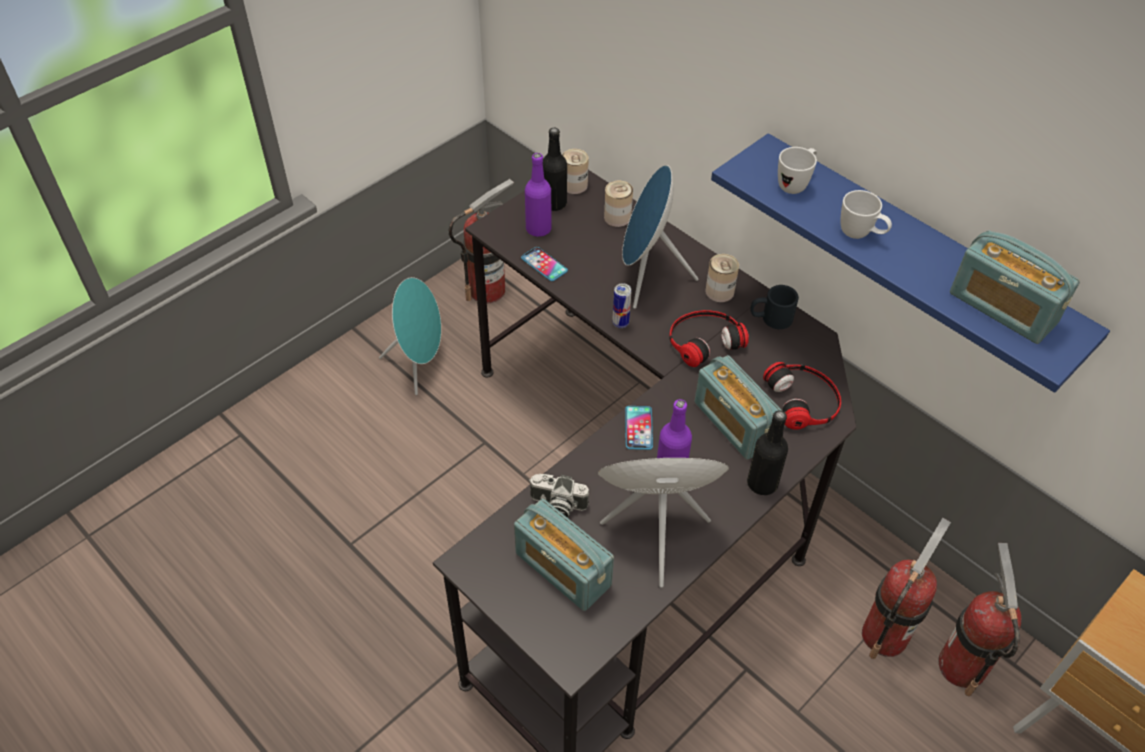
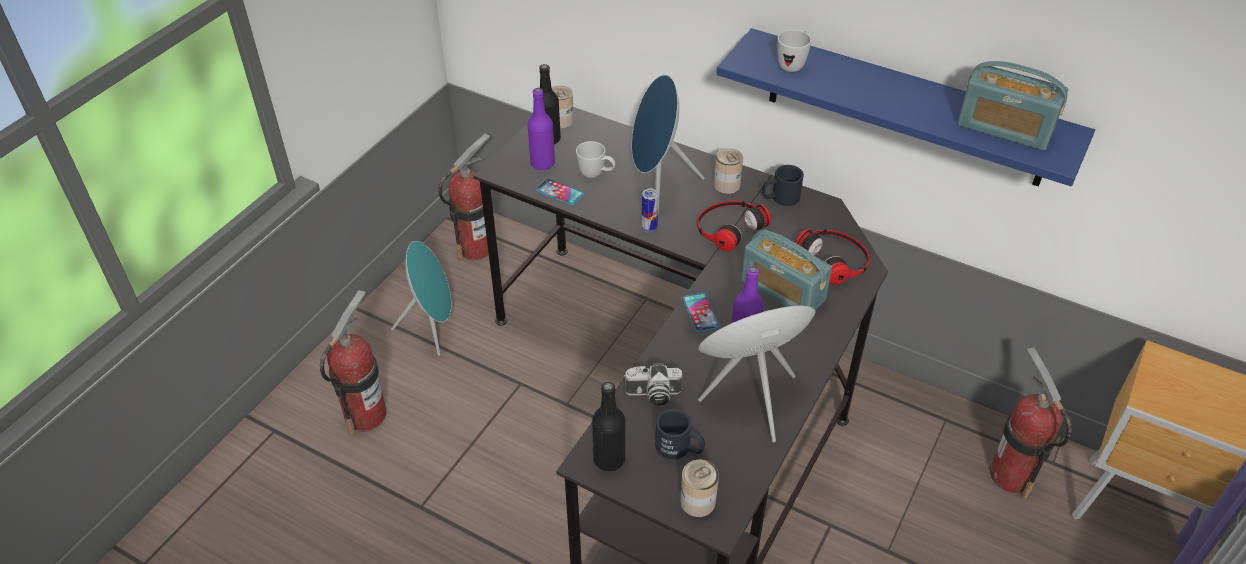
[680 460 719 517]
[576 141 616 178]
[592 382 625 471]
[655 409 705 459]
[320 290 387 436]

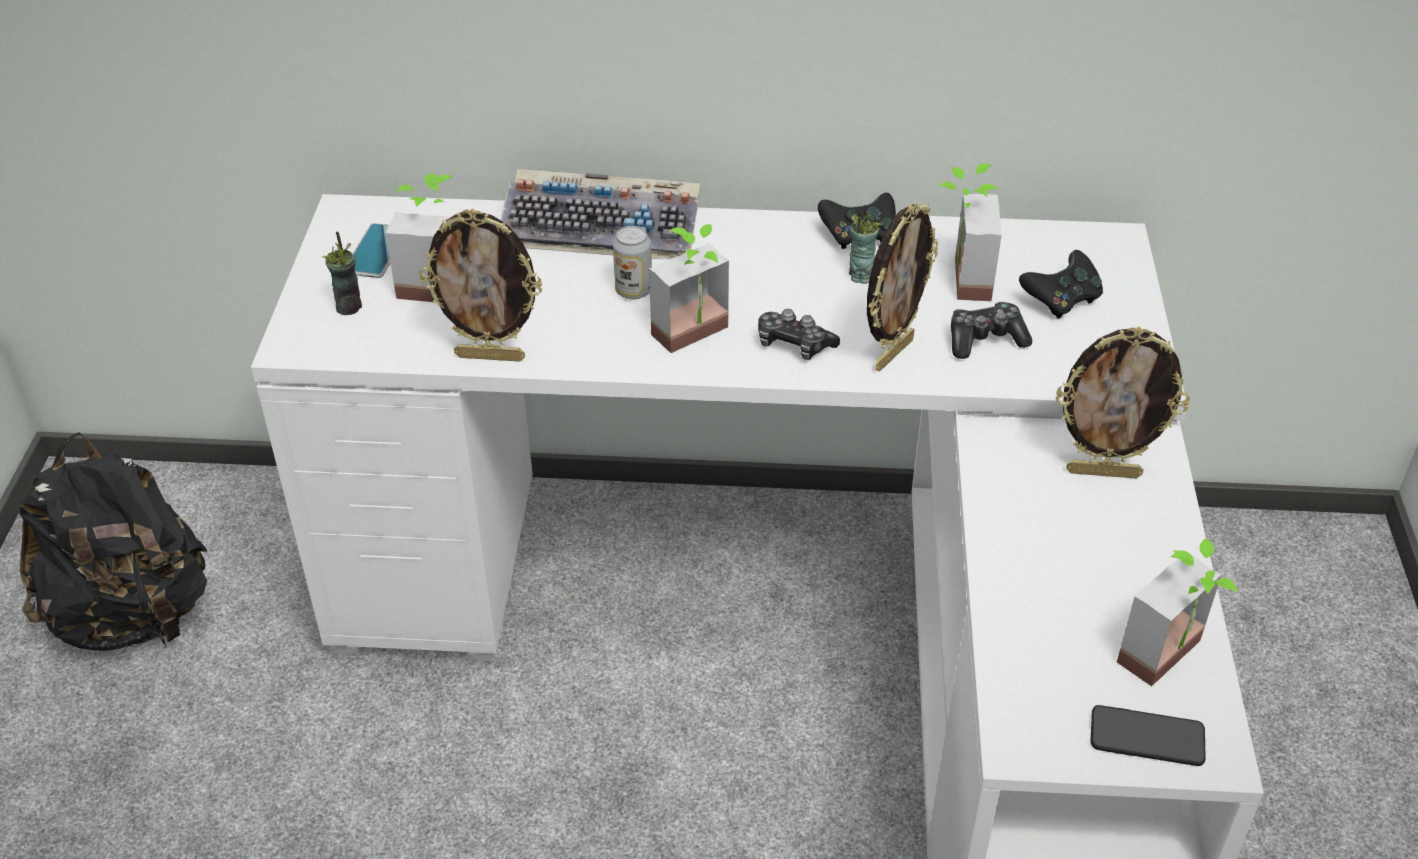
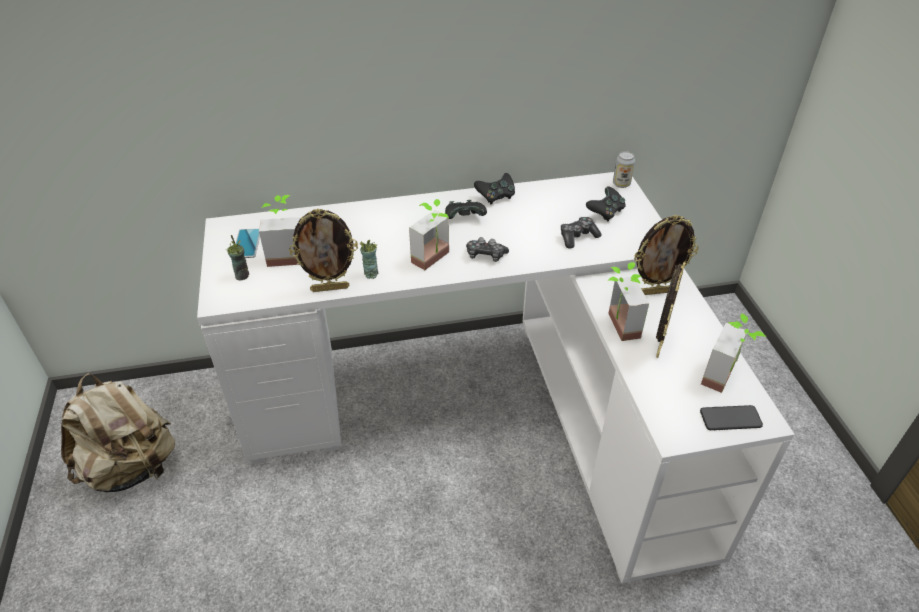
[608 262 649 341]
[501 169 700 260] (first image)
[656 262 686 358]
[360 239 379 279]
[613 151 635 188]
[61 373 175 492]
[445 200 487 219]

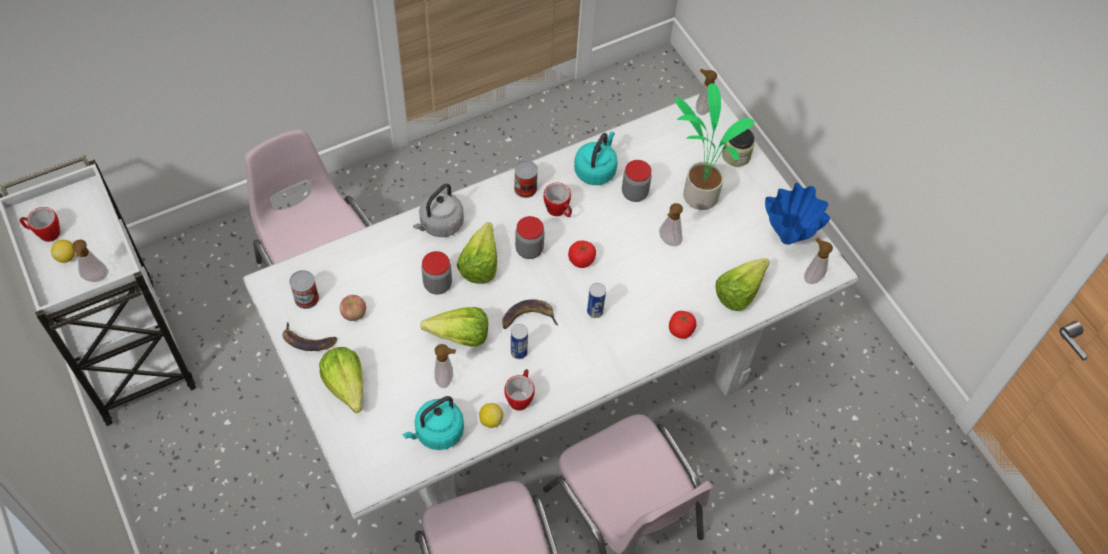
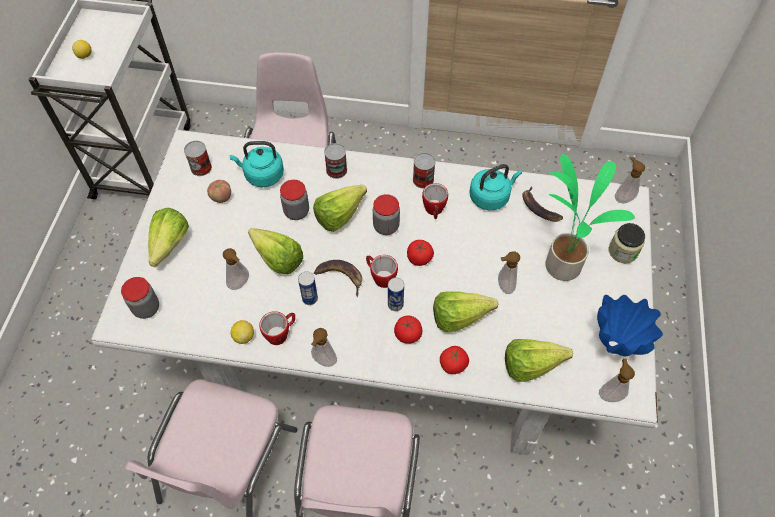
[121 277 159 319]
[324 143 347 179]
[366 255 398 288]
[311 328 337 367]
[522 187 563 222]
[230 141 284 187]
[433 292 498 332]
[394 316 422 344]

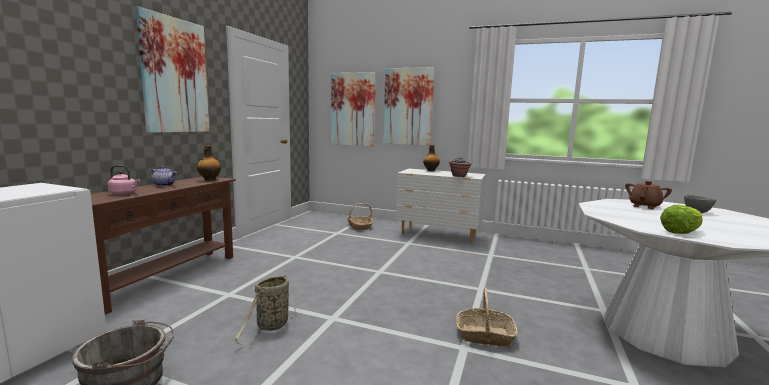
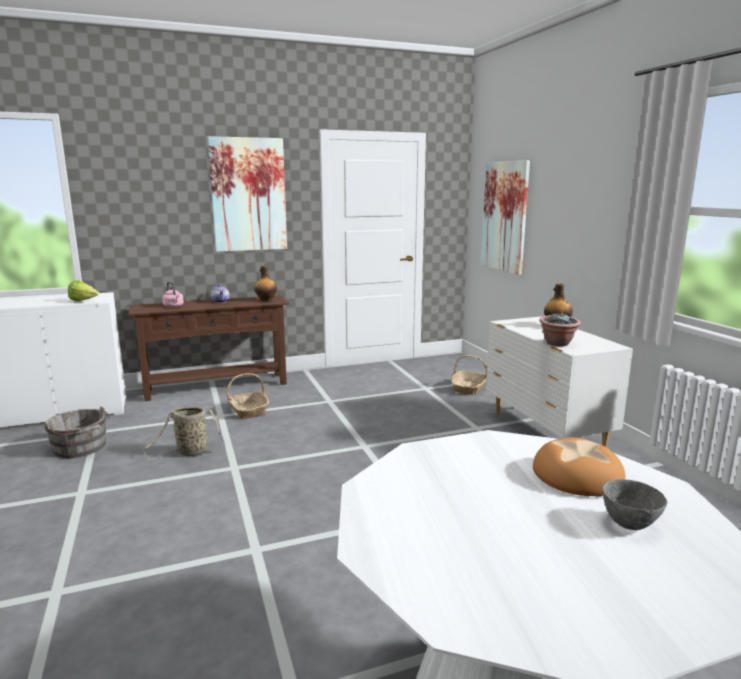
[383 67 435 146] (first image)
[533 438 626 496]
[68 280 99 301]
[227 373 269 419]

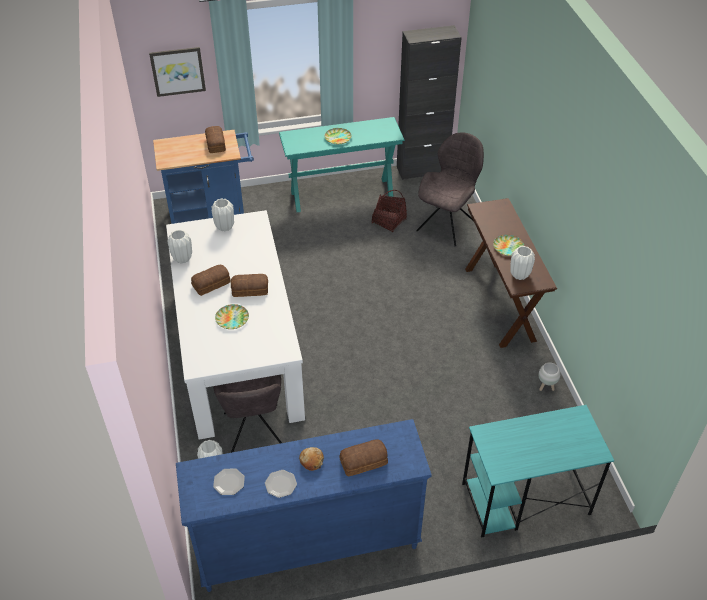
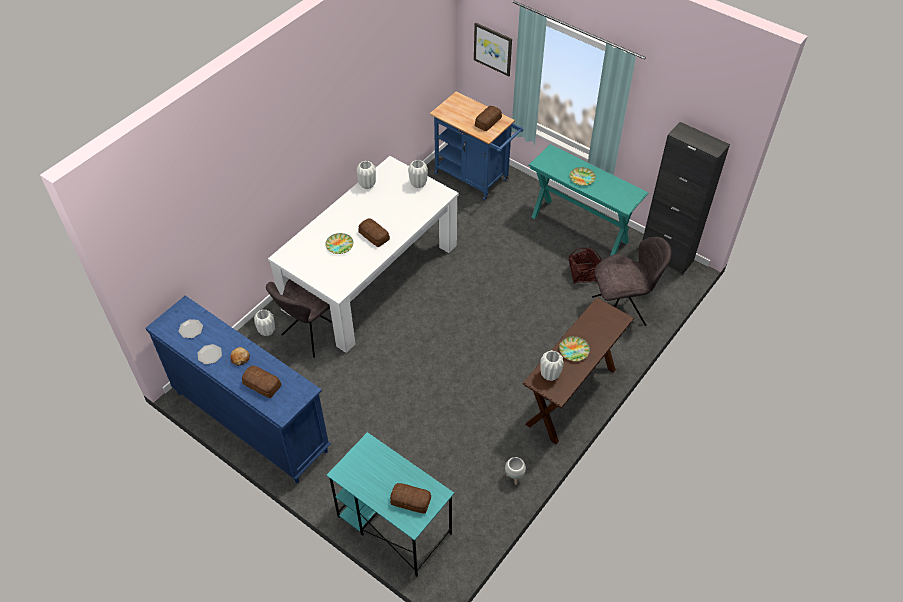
[390 483 431 514]

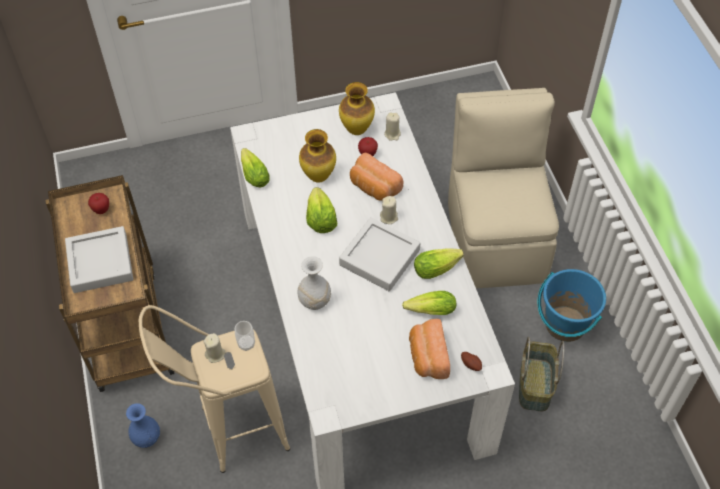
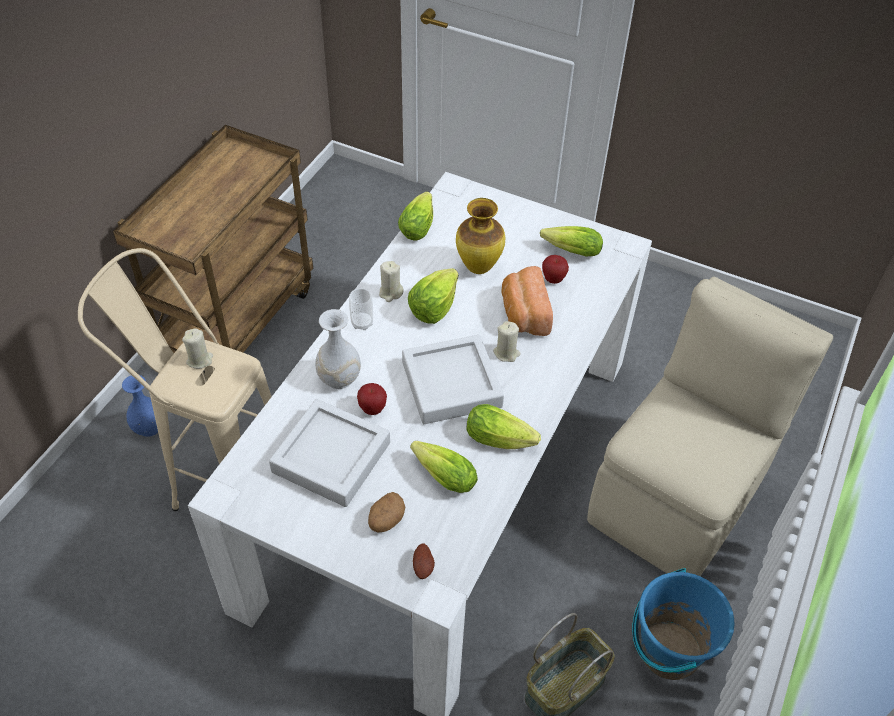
[540 226 603 256]
[379 261 404 302]
[357 383 387 415]
[269 399 390 507]
[368 492 405 533]
[349 288 373 330]

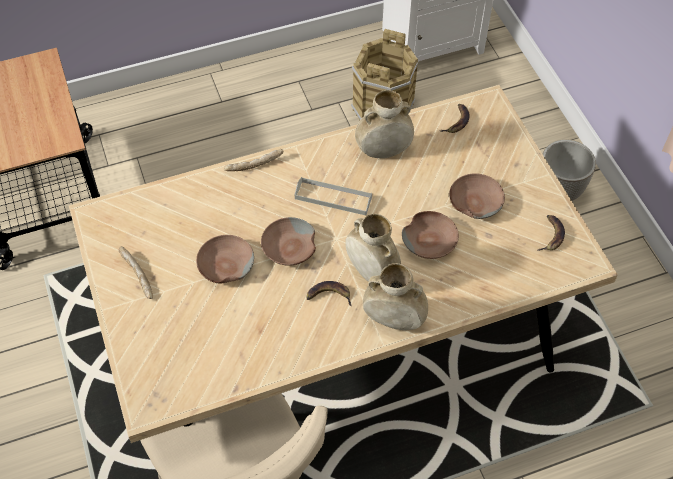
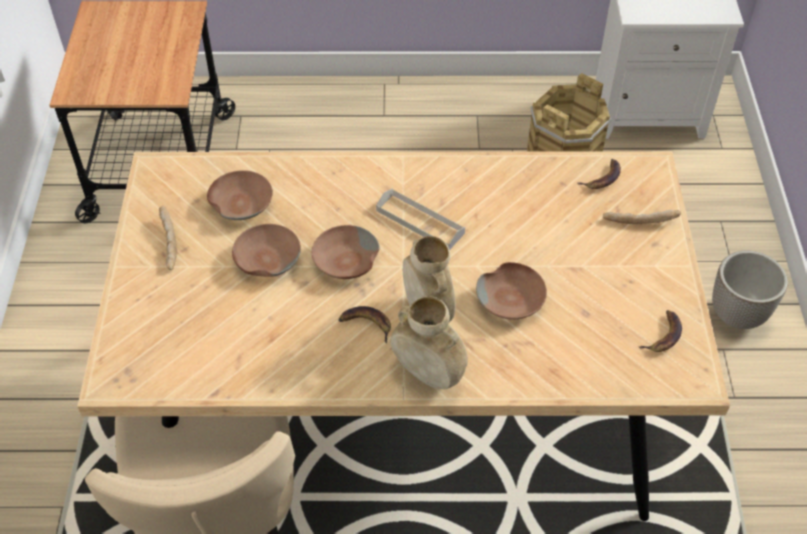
[355 90 414 158] (first image)
[603 210 681 224]
[207 170 273 220]

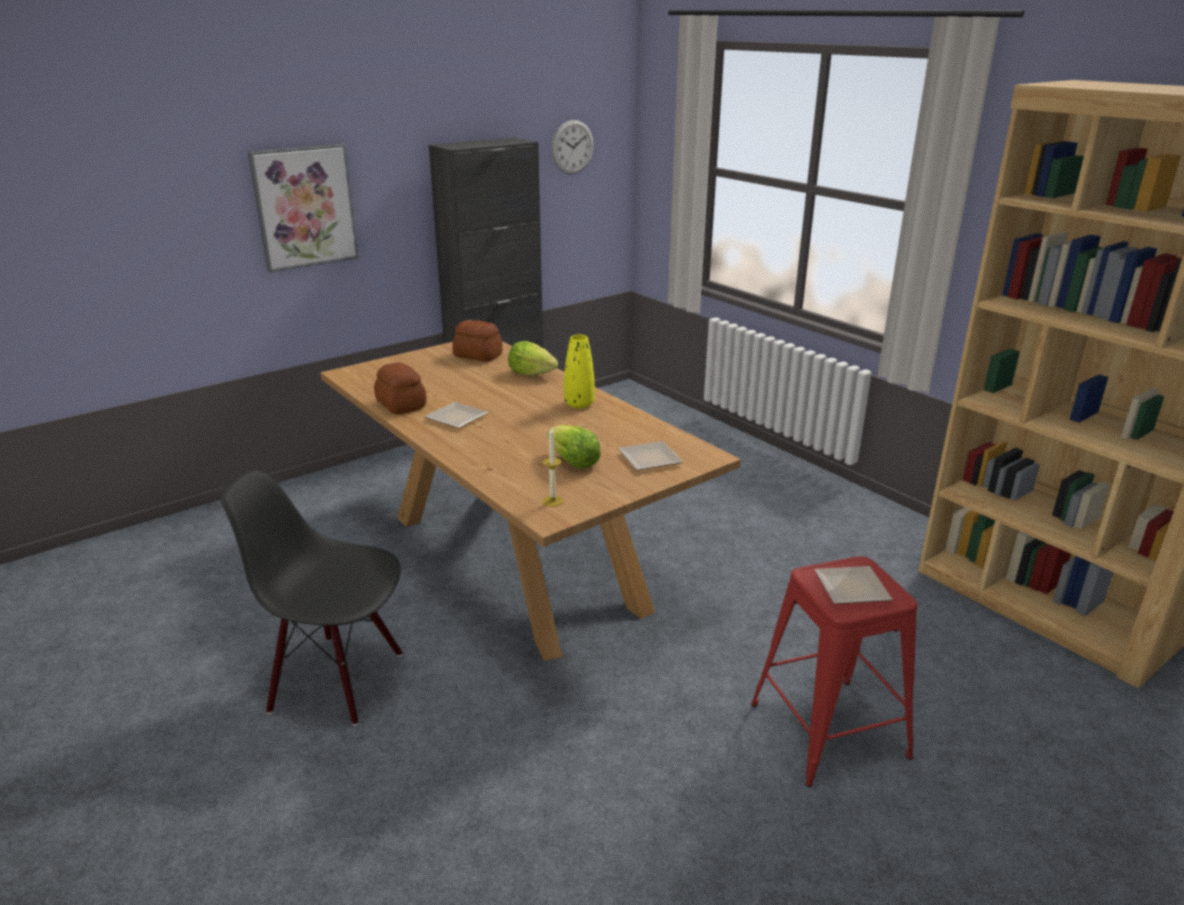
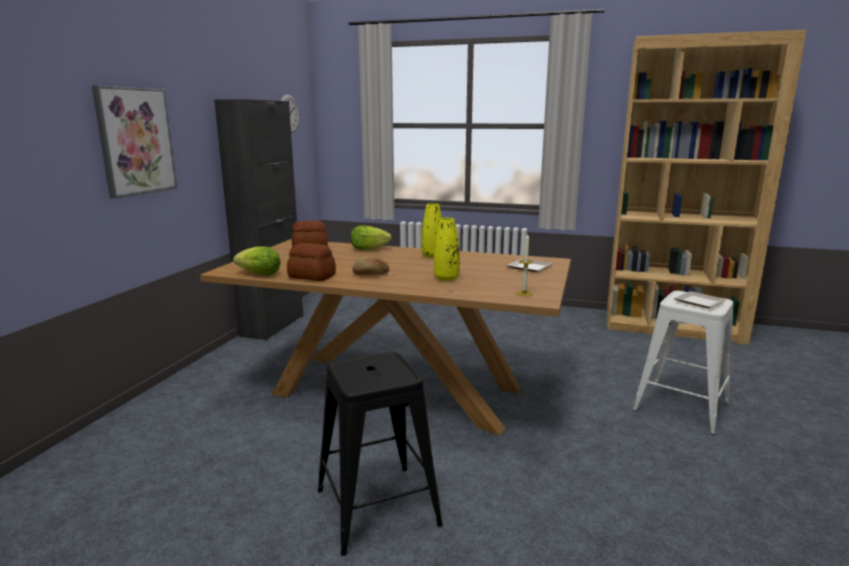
[353 255 389 275]
[233 246 281 276]
[318 352 443 556]
[633 291 734 435]
[434 218 460 281]

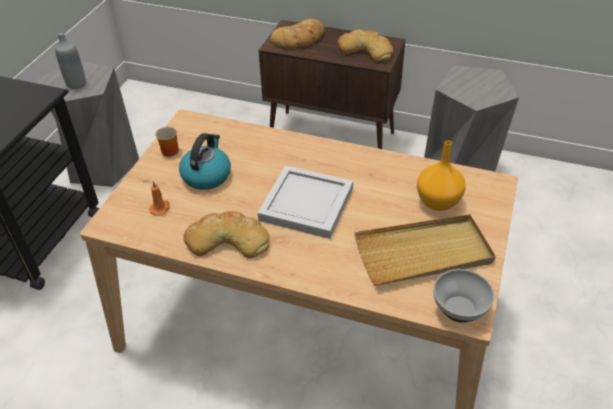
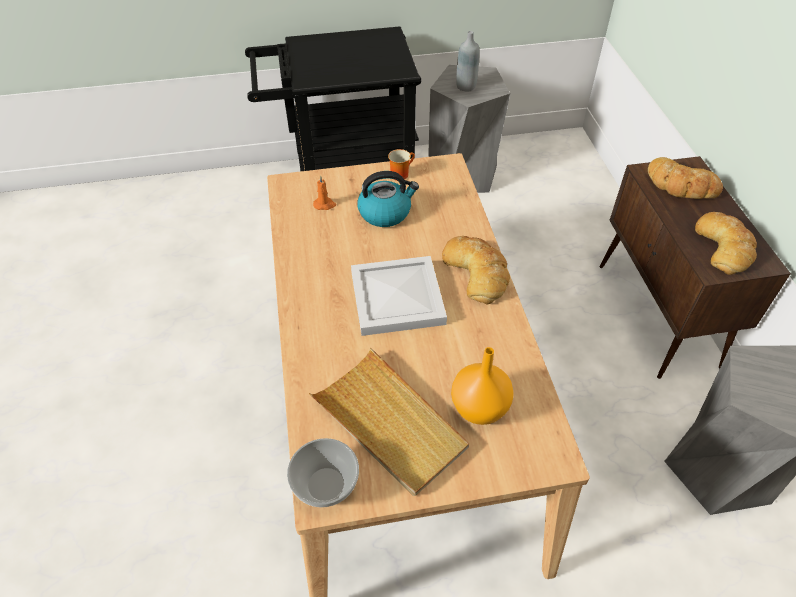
[442 236 510 304]

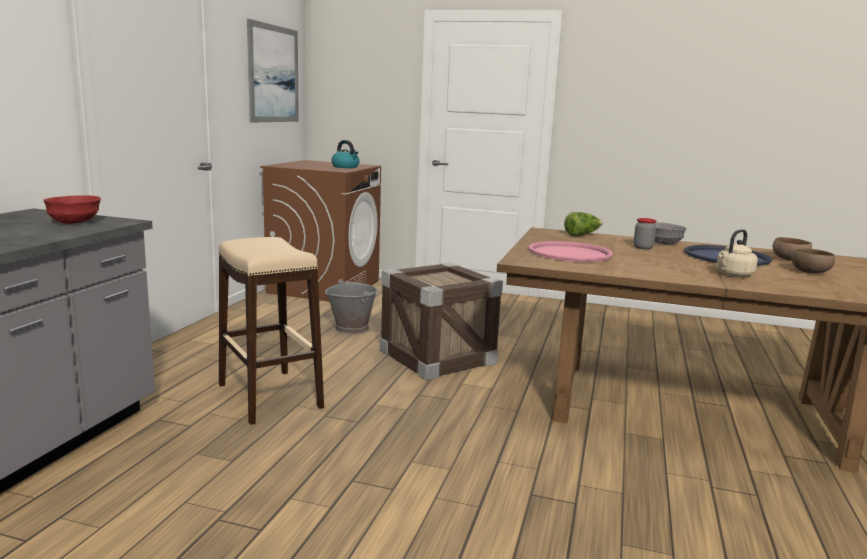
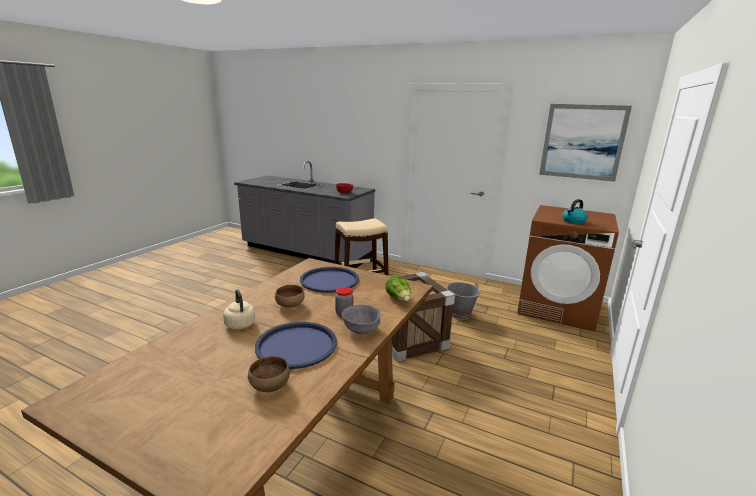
[300 267 359 293]
[275 285 305 308]

